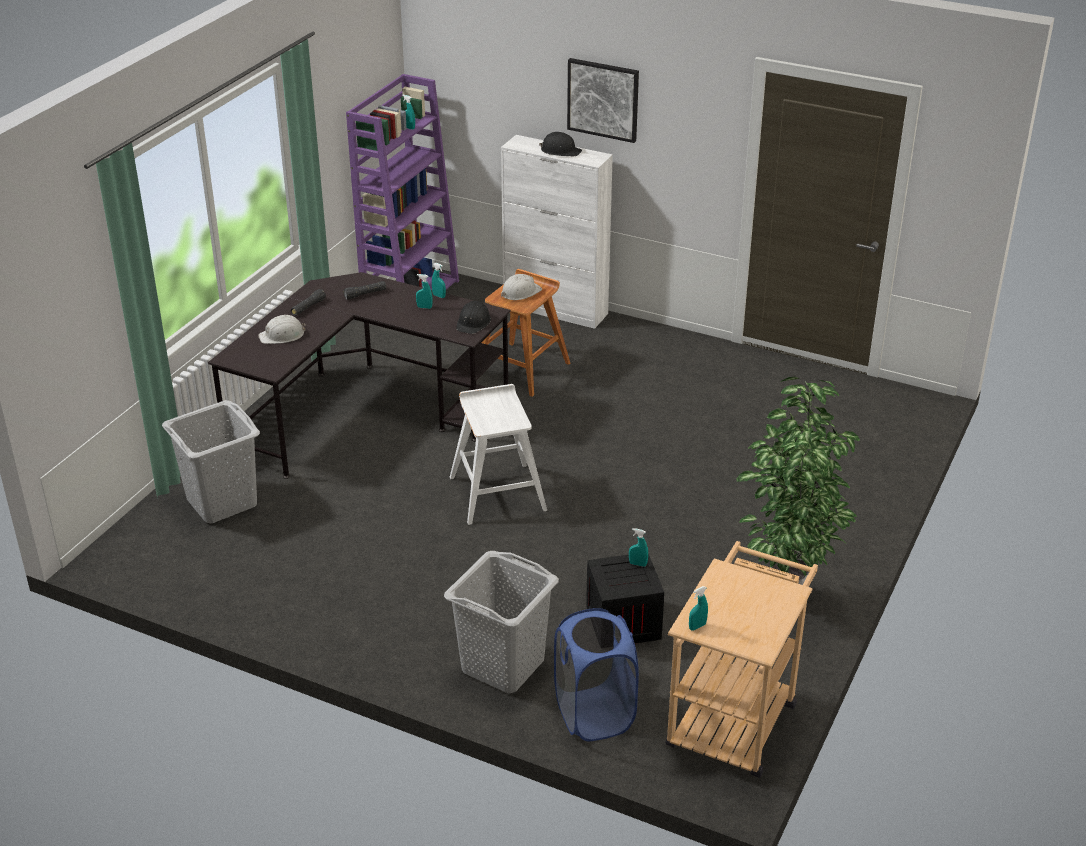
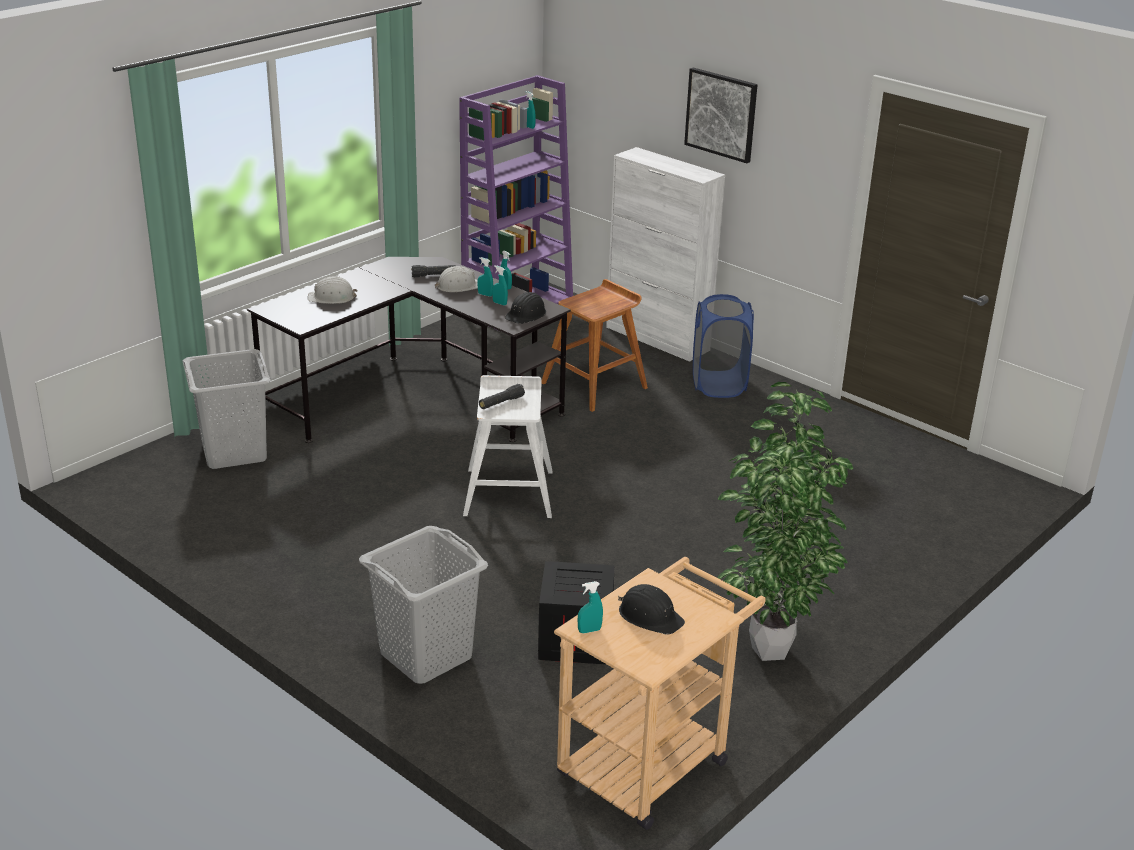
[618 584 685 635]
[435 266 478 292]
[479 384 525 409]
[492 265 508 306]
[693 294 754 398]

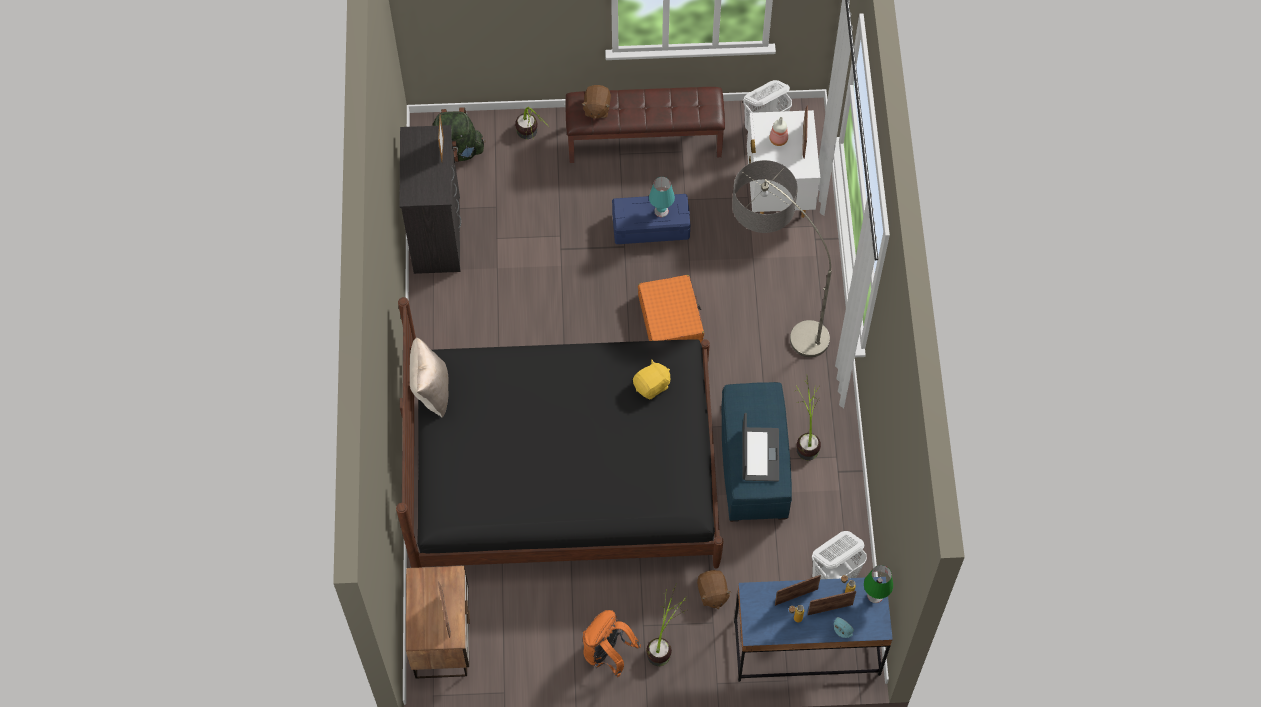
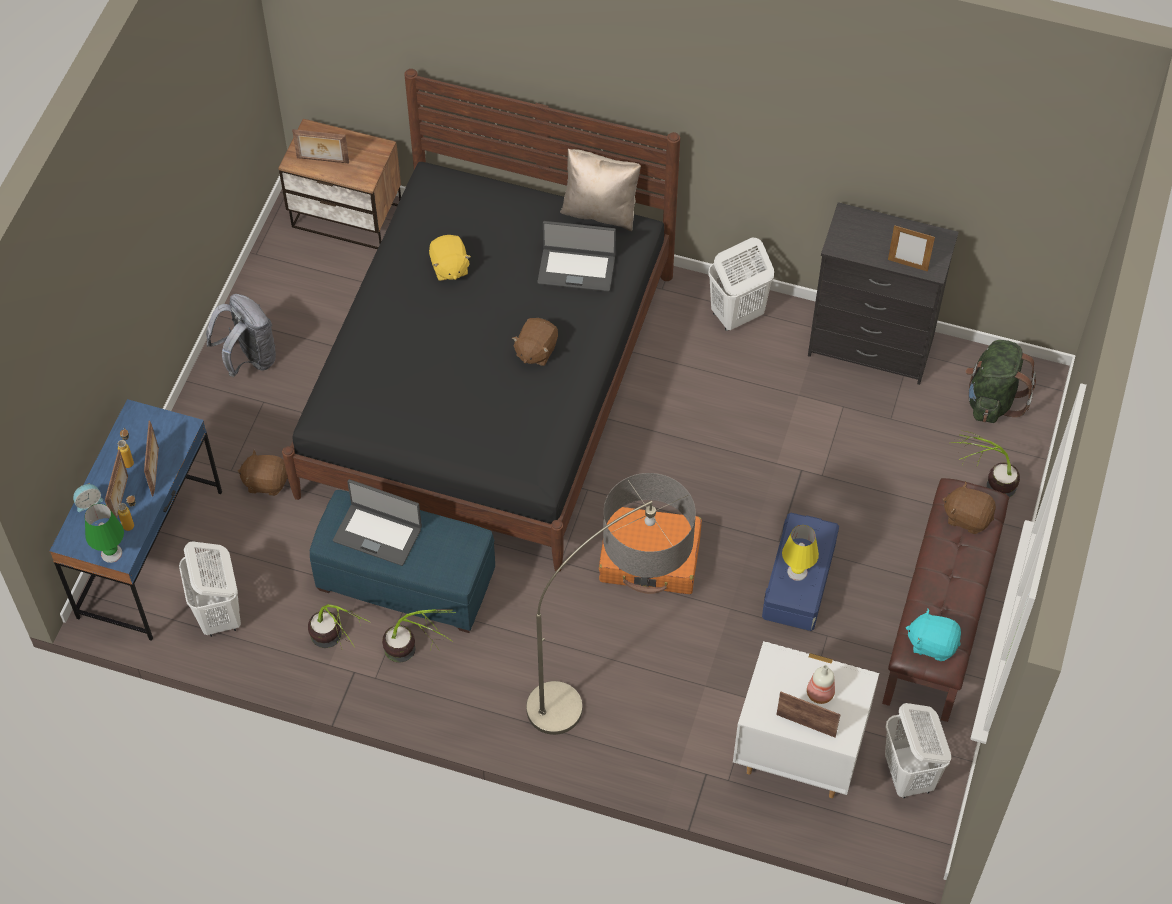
[782 525 819 581]
[429 235 471 281]
[308 604 370 648]
[206 294 276 377]
[537 221 616 292]
[708 238 774 331]
[512 318 558 366]
[906 609 961 661]

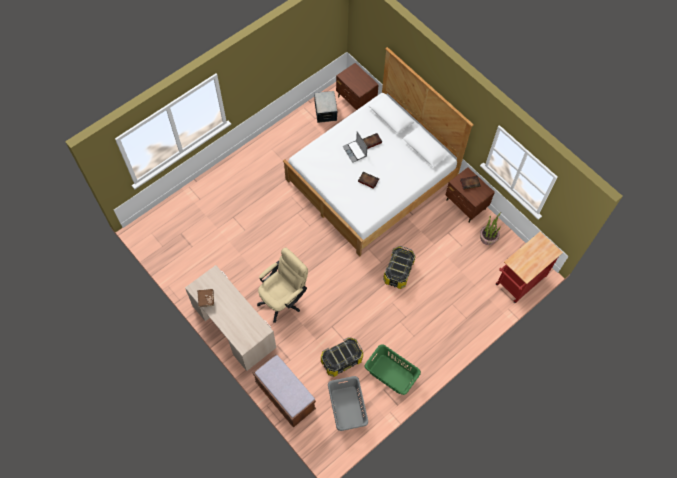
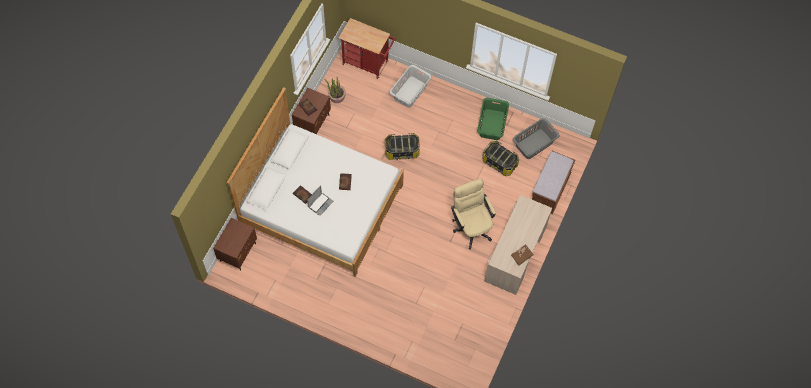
[314 91 337 123] (first image)
[451 179 496 249]
[389 65 432 107]

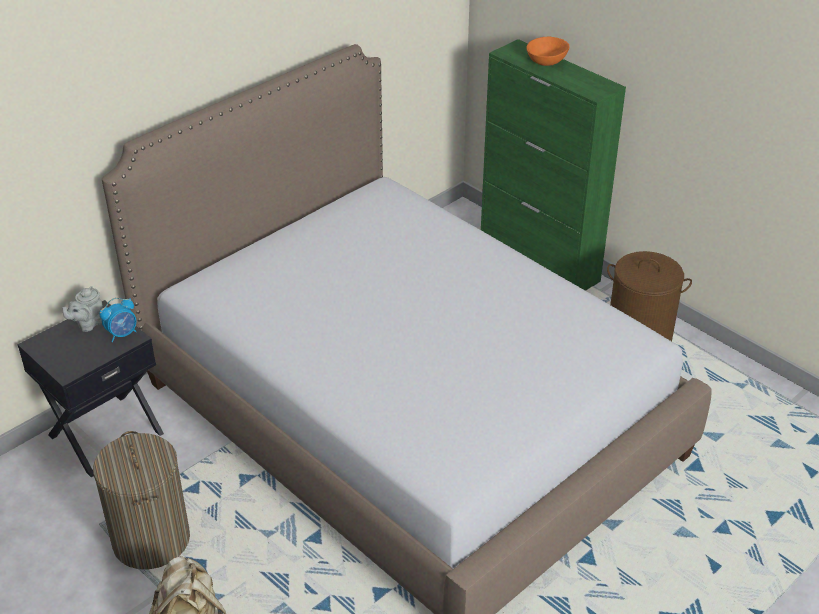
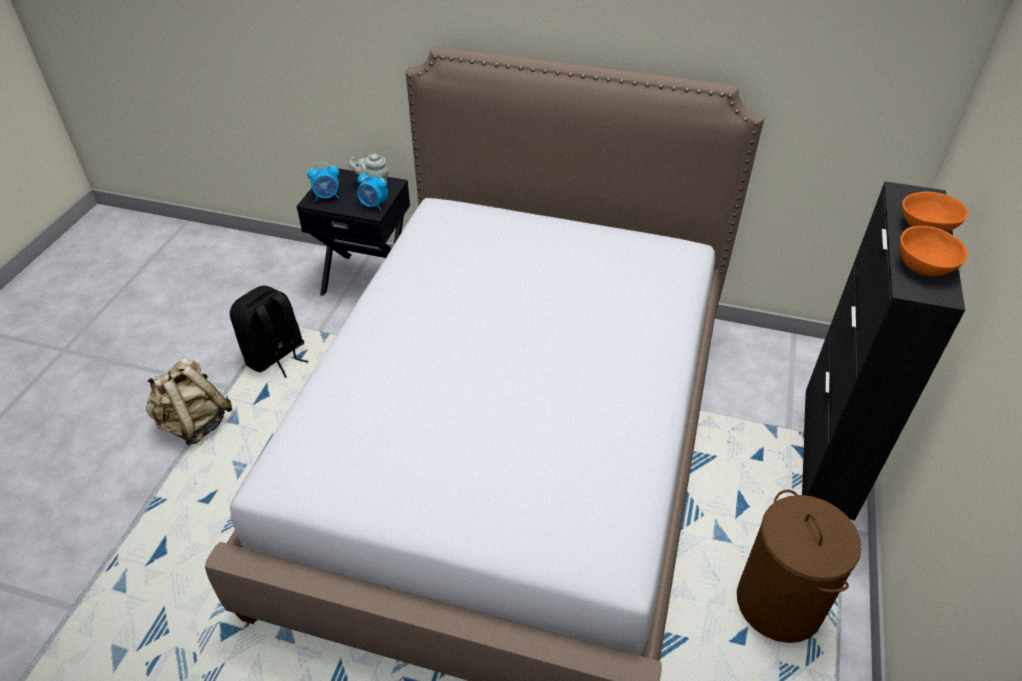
[802 181 965 520]
[230 285 309 378]
[307 162 339 201]
[900 226 968 276]

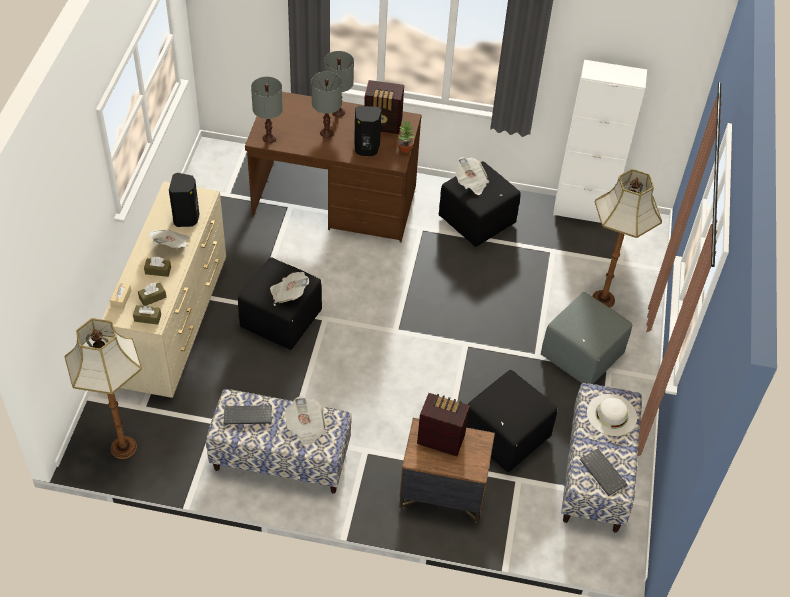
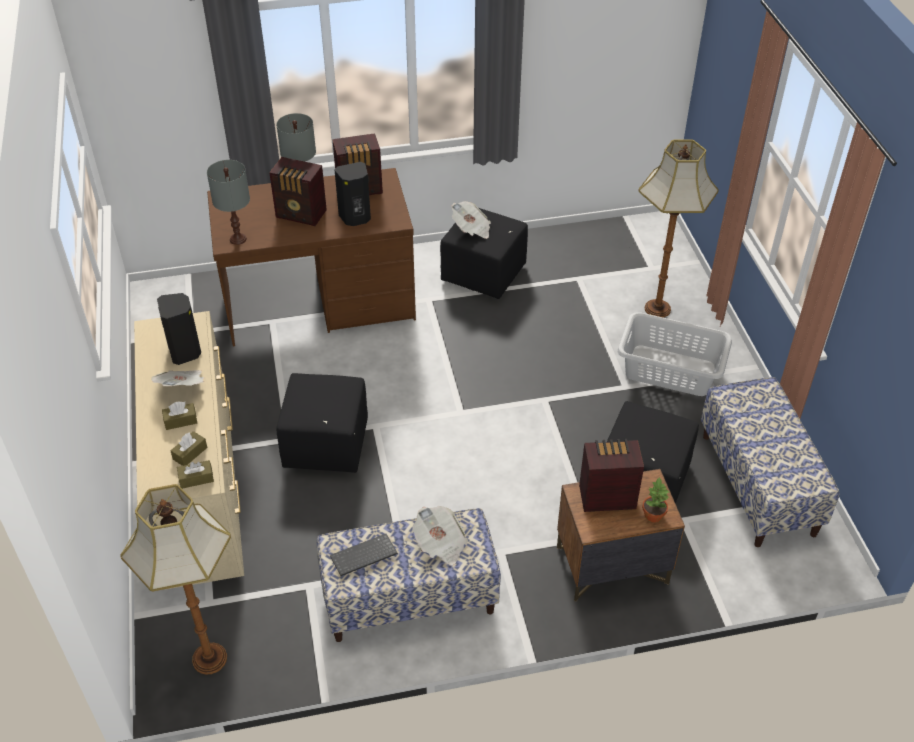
[553 60 647 223] (first image)
[269 157 327 226]
[642 477 669 522]
[270 272 309 303] (first image)
[110 282 131 309] (first image)
[618 312 732 396]
[587 394 637 436] (first image)
[580 449 627 496] (first image)

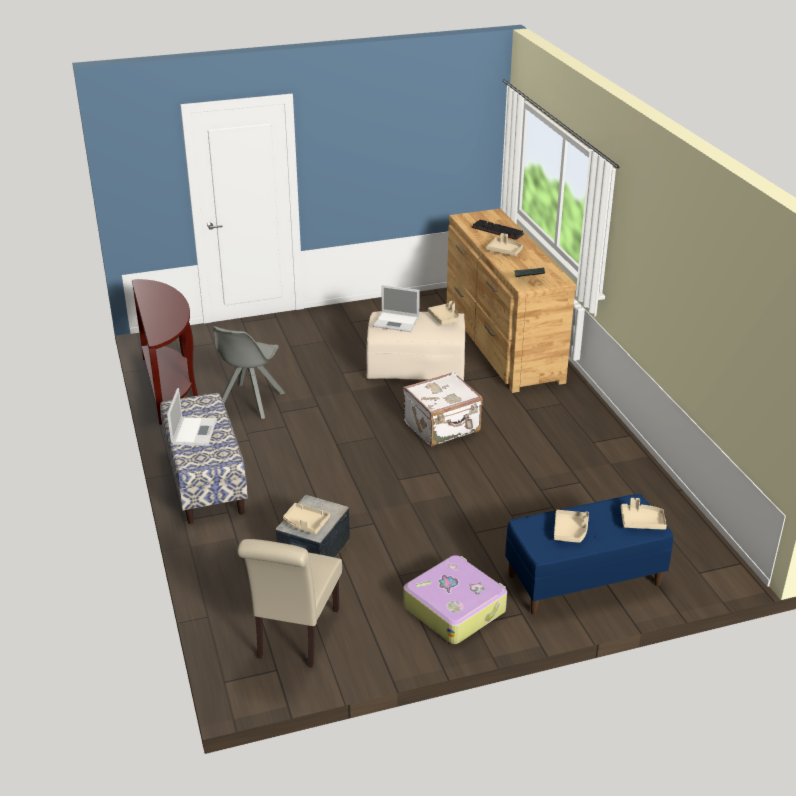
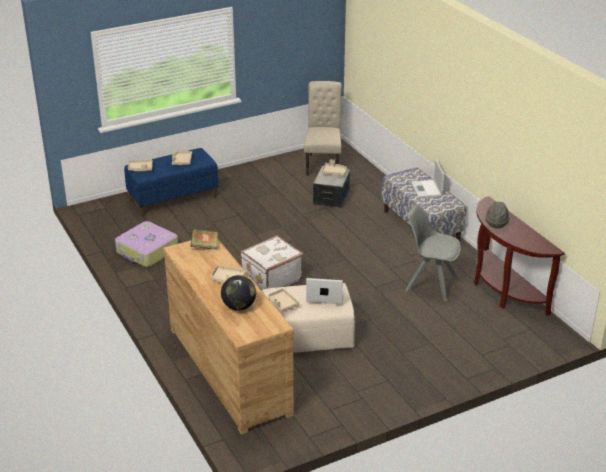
[221 275 256 311]
[405 205 461 301]
[115 221 178 267]
[485 202 509 229]

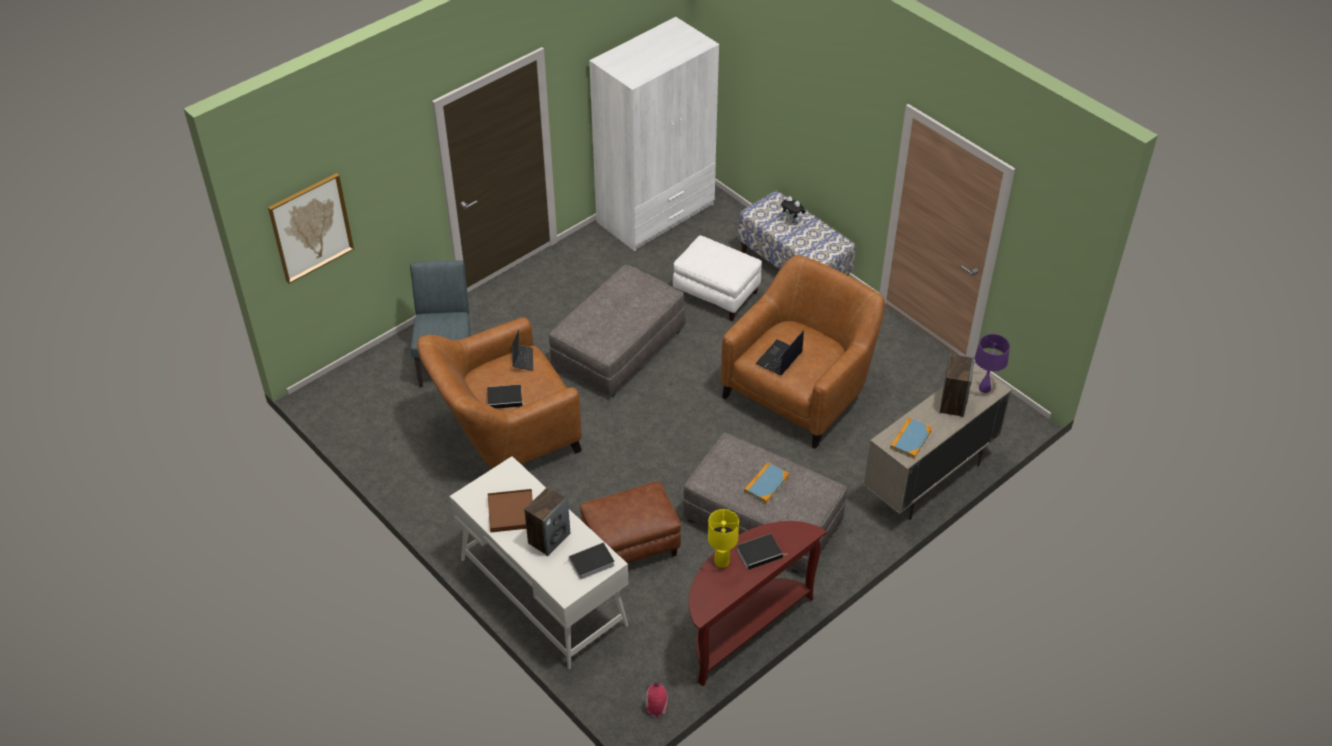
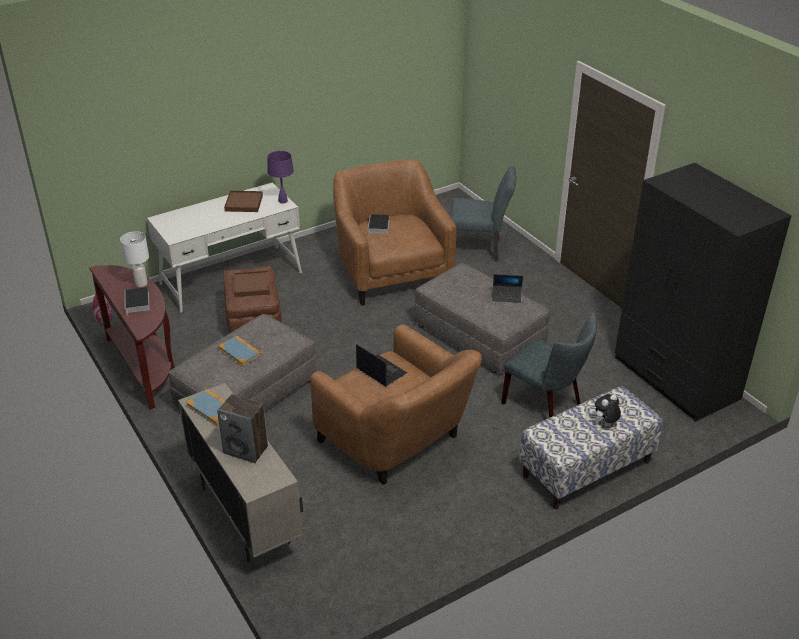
[615 163 791 422]
[268 173 354 284] (first image)
[501 312 597 418]
[492 274 523 303]
[267 151 294 203]
[524 487 570 556] (first image)
[120 231 149 287]
[563 542 615 580] (first image)
[234 271 270 297]

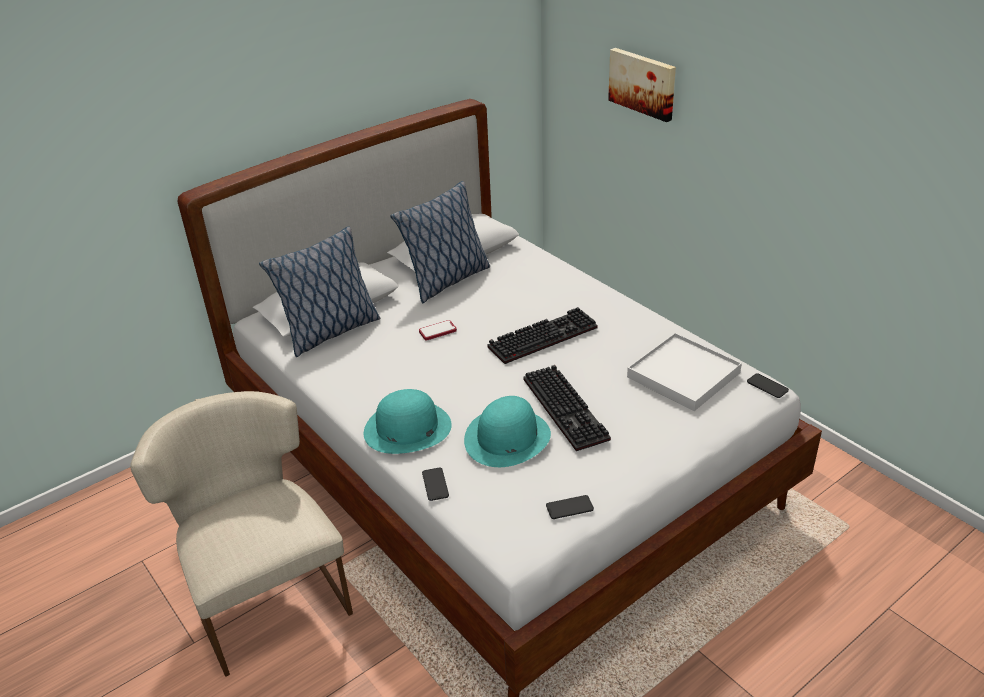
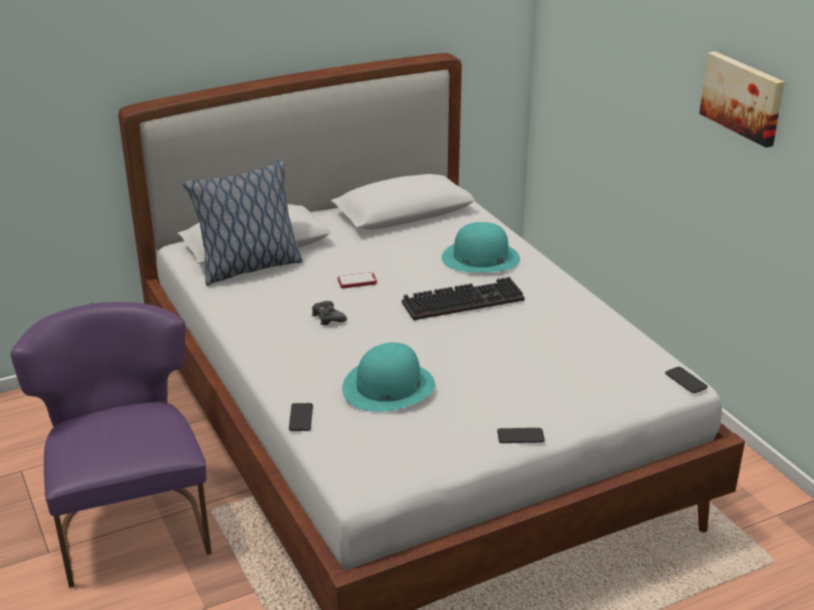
[699 51 785 148]
[391 181 490 303] (first image)
[627 333 742 411] (first image)
[523 365 611 451] (first image)
[442 222 520 272]
[11 302 212 588]
[497 428 545 443]
[312 301 347 326]

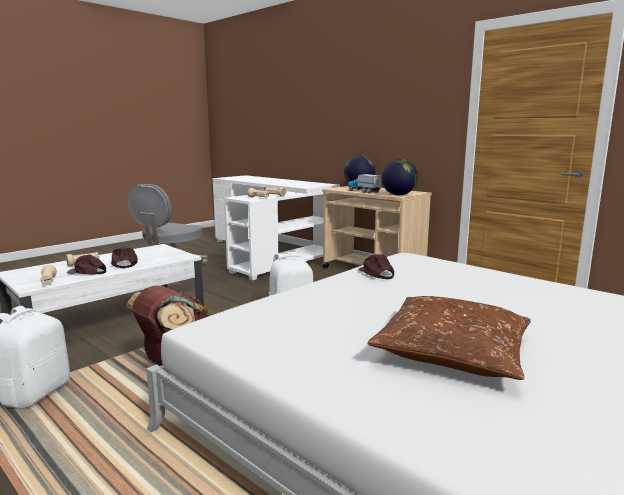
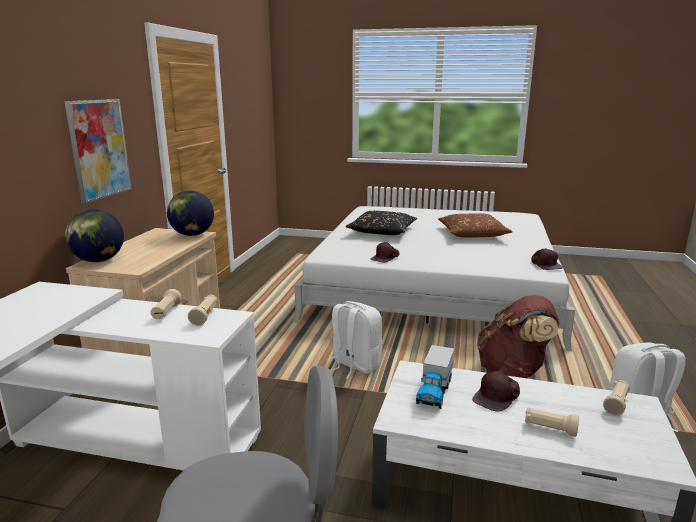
[416 345 454 409]
[531 248 563 270]
[64 99 132 203]
[345 211 417 235]

